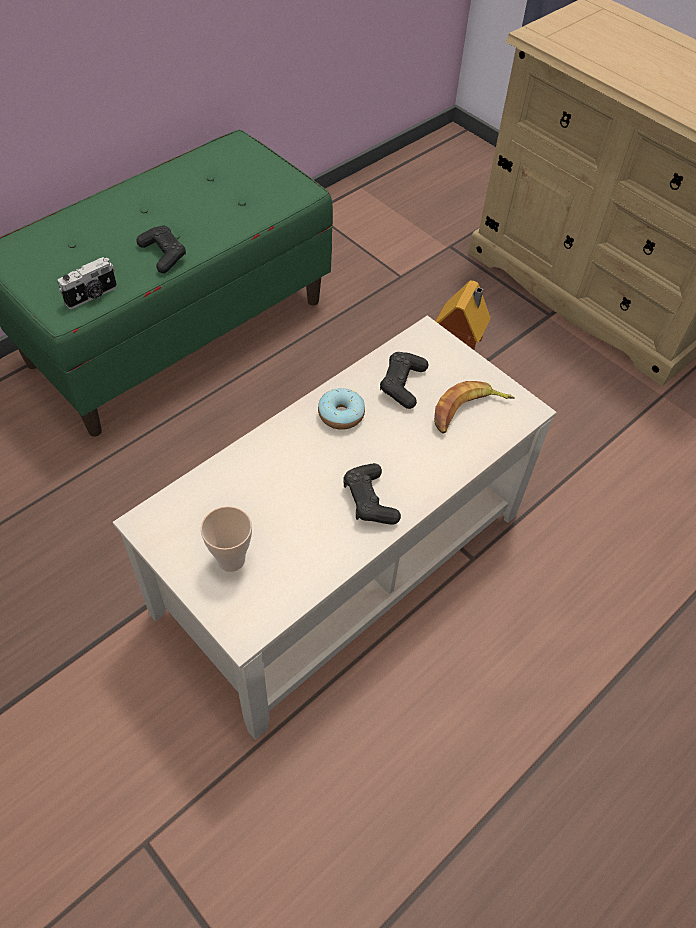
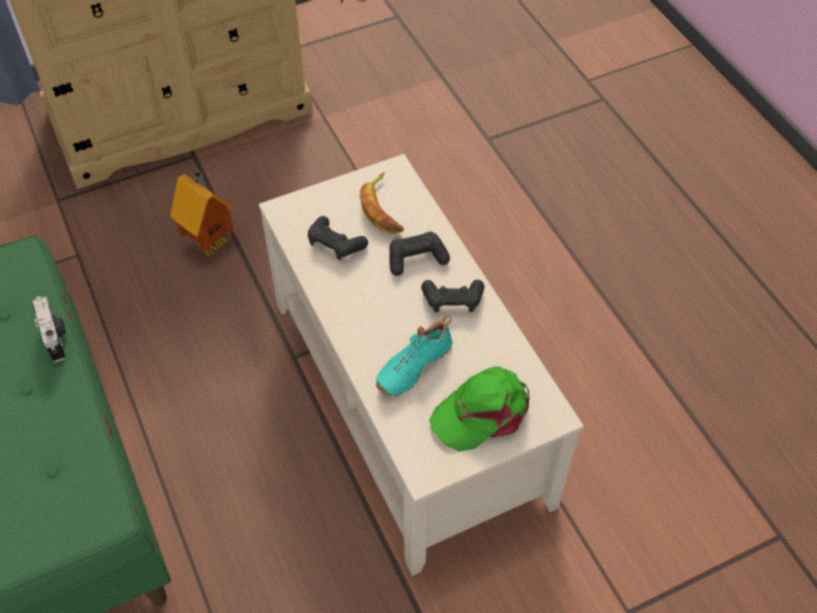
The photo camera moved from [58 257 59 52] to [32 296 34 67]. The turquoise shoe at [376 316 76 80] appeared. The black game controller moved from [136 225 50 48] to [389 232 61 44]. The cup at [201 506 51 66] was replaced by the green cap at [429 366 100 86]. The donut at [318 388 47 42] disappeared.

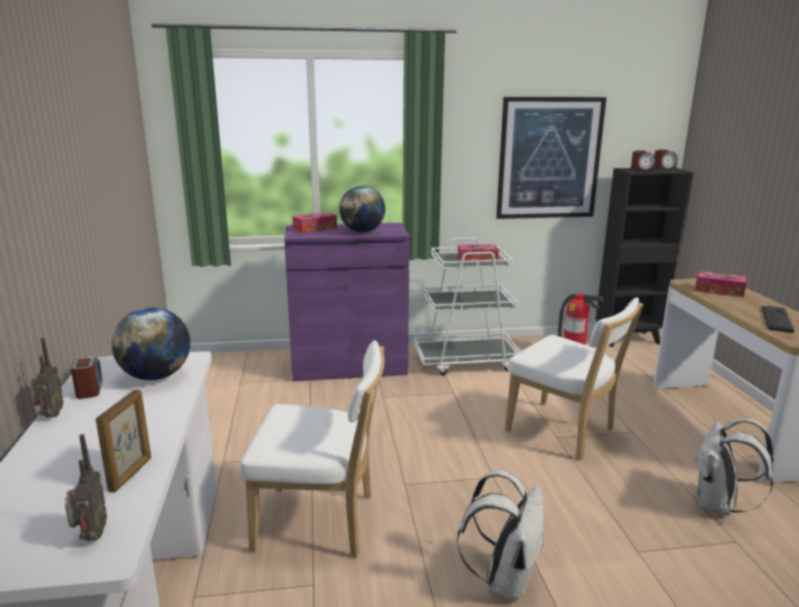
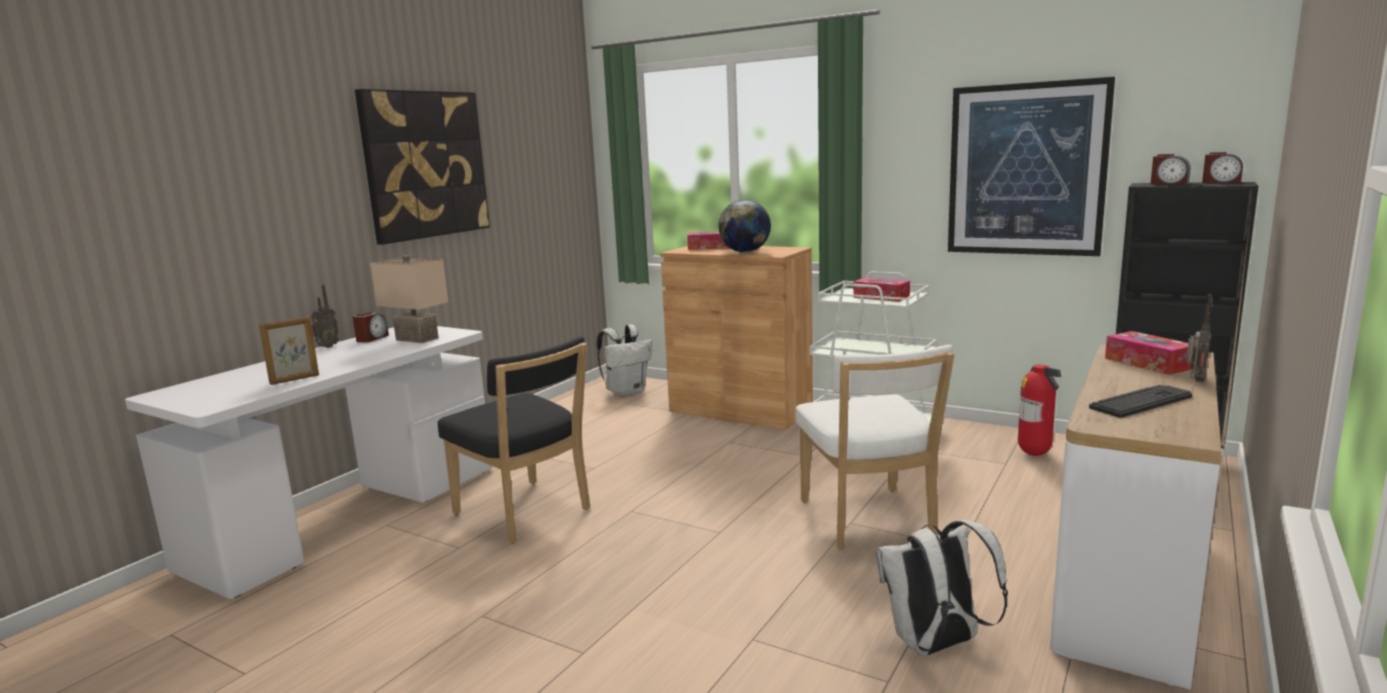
The picture at [355 89 135 156] appeared. The globe at [112 307 78 73] was replaced by the beige table lamp at [370 255 78 88]. The white chair at [240 340 145 218] became the black chair at [438 336 152 207]. The white backpack moved from [457 470 87 130] to [597 324 56 72]. The purple cabinet at [284 223 126 158] became the brown cabinet at [660 246 153 184]. The radio moved from [65 434 42 107] to [1186 294 26 88].

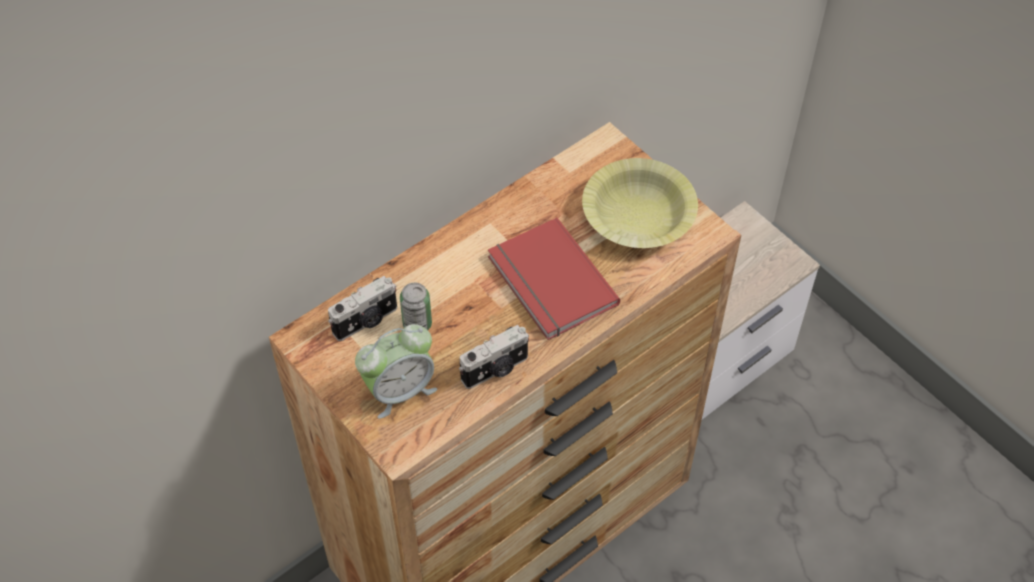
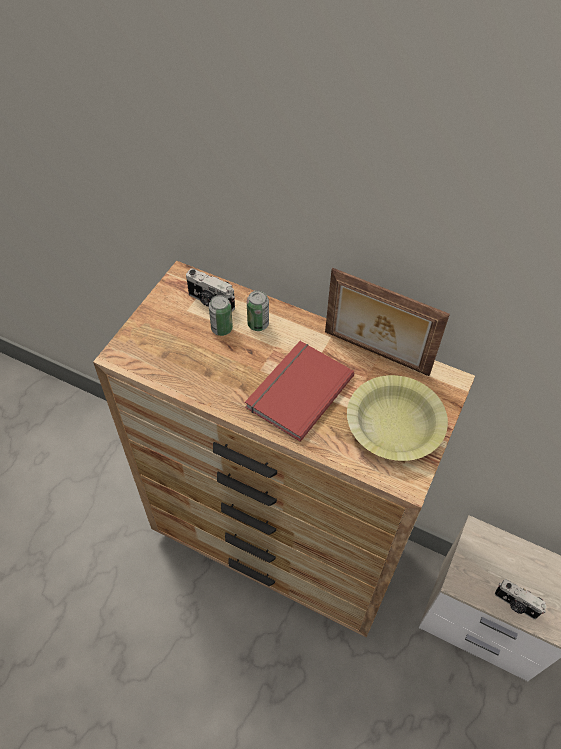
The can at [247 290 22 41] appeared. The picture frame at [325 268 125 108] appeared. The photo camera moved from [459 325 70 64] to [495 579 52 40]. The alarm clock at [355 324 82 95] disappeared.

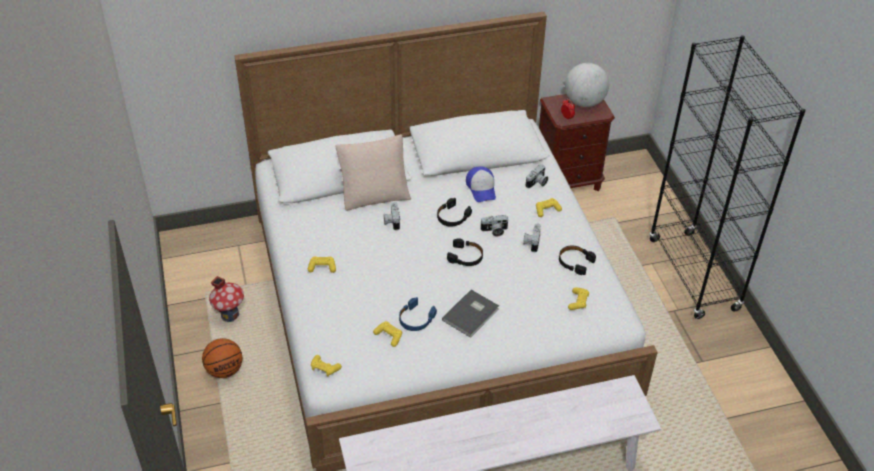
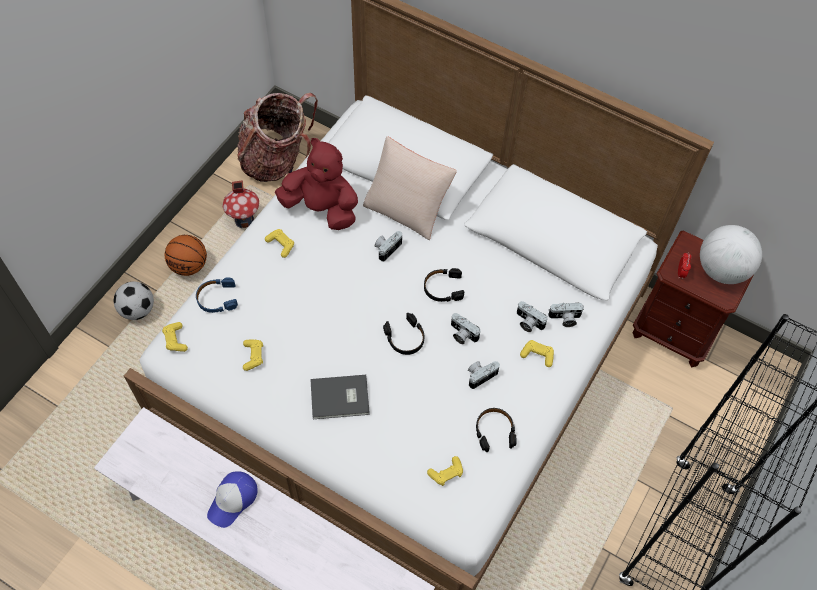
The football at [114 281 40 39] appeared. The blue headphones moved from [399 297 38 34] to [196 278 42 35]. The cap moved from [466 166 30 36] to [207 471 51 57]. The backpack at [237 93 81 89] appeared. The red plush toy at [275 138 83 92] appeared. The photo camera at [517 301 31 31] appeared.

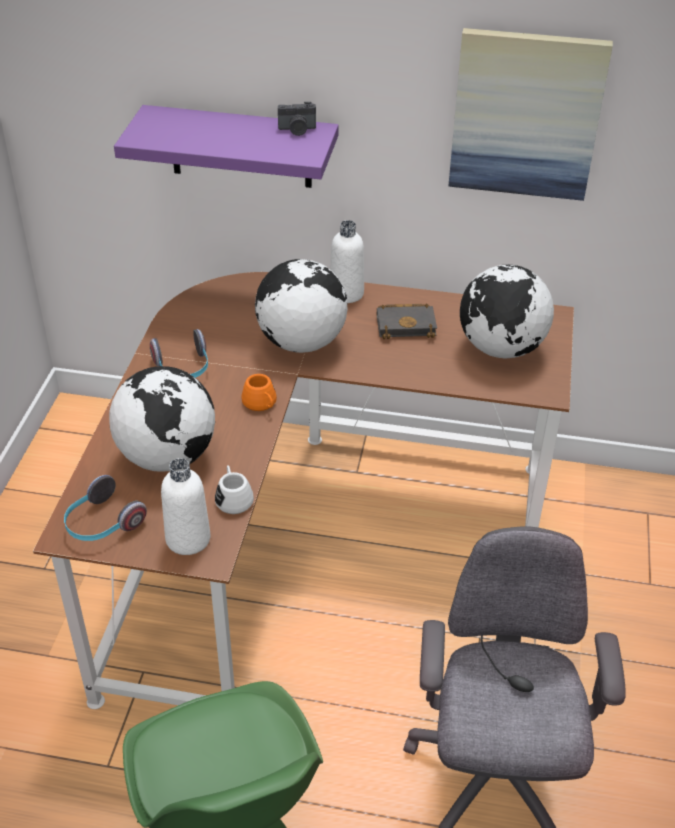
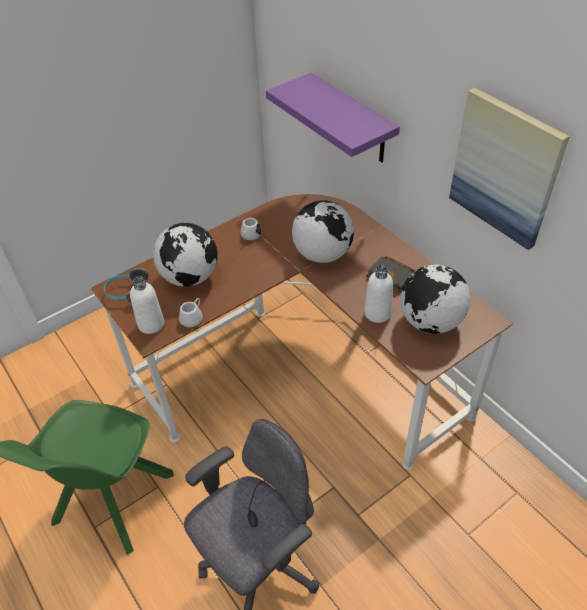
The headphones at [150 329 58 49] was replaced by the white mug at [241 218 21 22]. The white bottle moved from [330 220 34 83] to [364 265 29 58]. The orange mug at [241 374 36 37] disappeared. The photo camera at [278 102 38 34] disappeared.

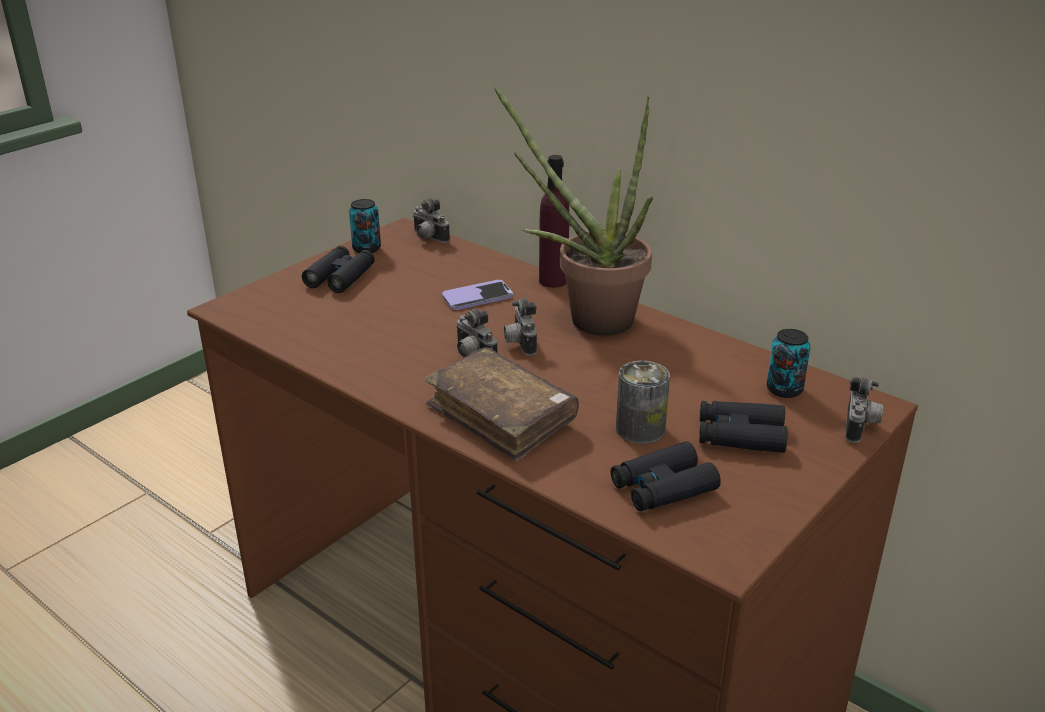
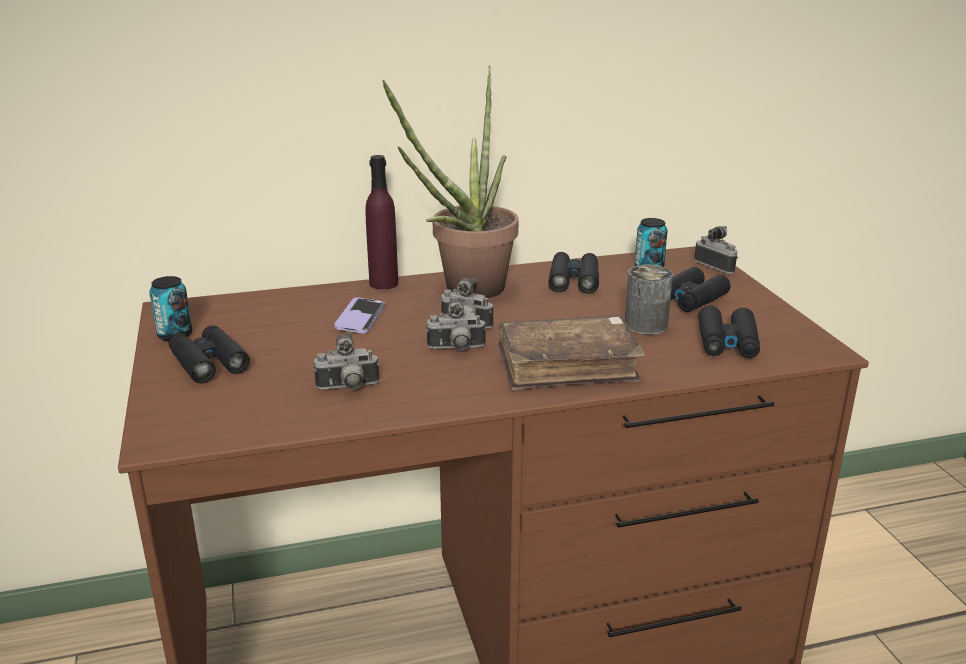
The photo camera moved from [413 198 37 45] to [314 333 66 57]. The black binoculars at [548 252 51 42] appeared.

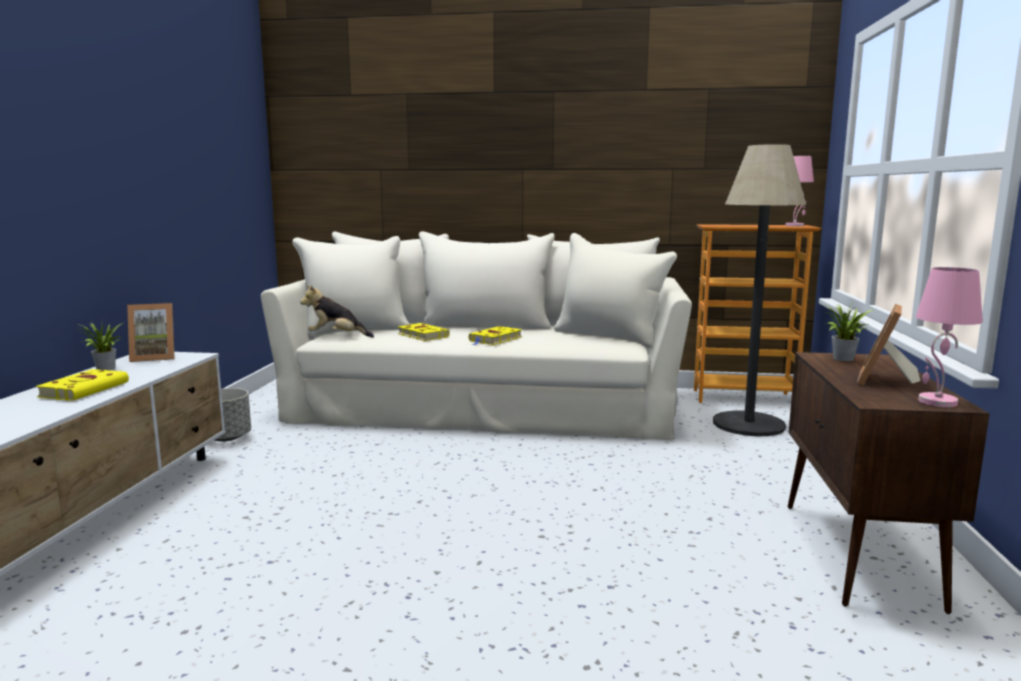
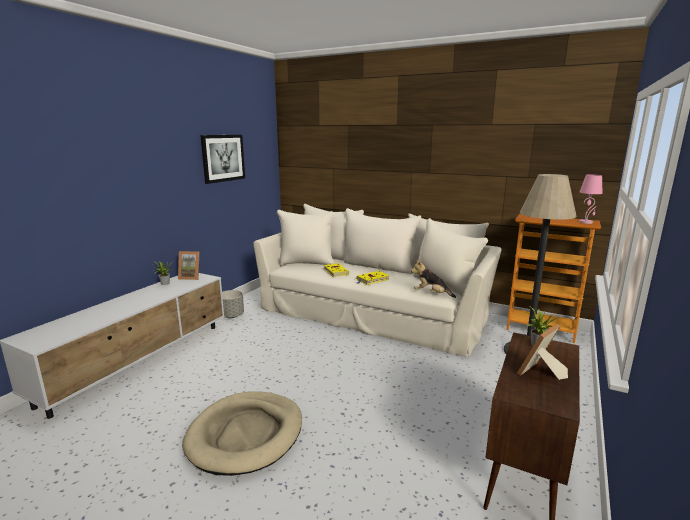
The beige dog bed at [182 391 120 85] appeared. The picture at [200 135 45 49] appeared. The plush toy moved from [300 285 74 52] to [411 260 45 38]. The yellow book at [36 369 93 32] disappeared. The pink table lamp at [916 267 67 140] disappeared.

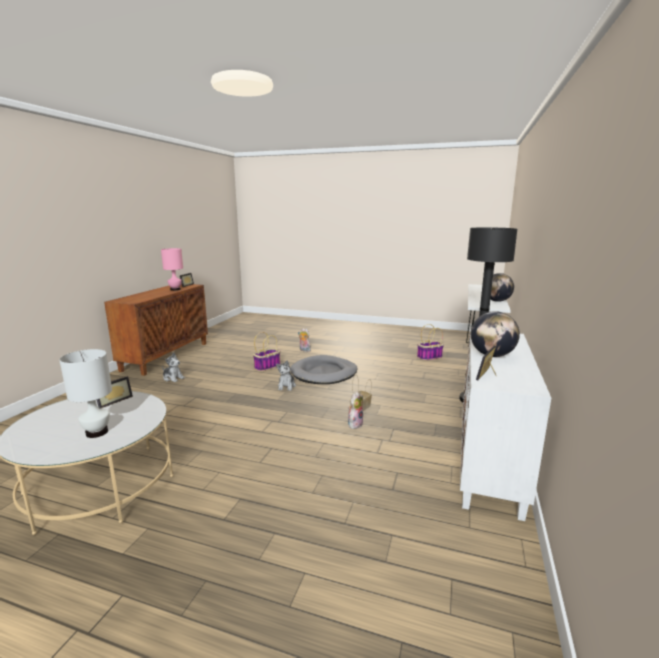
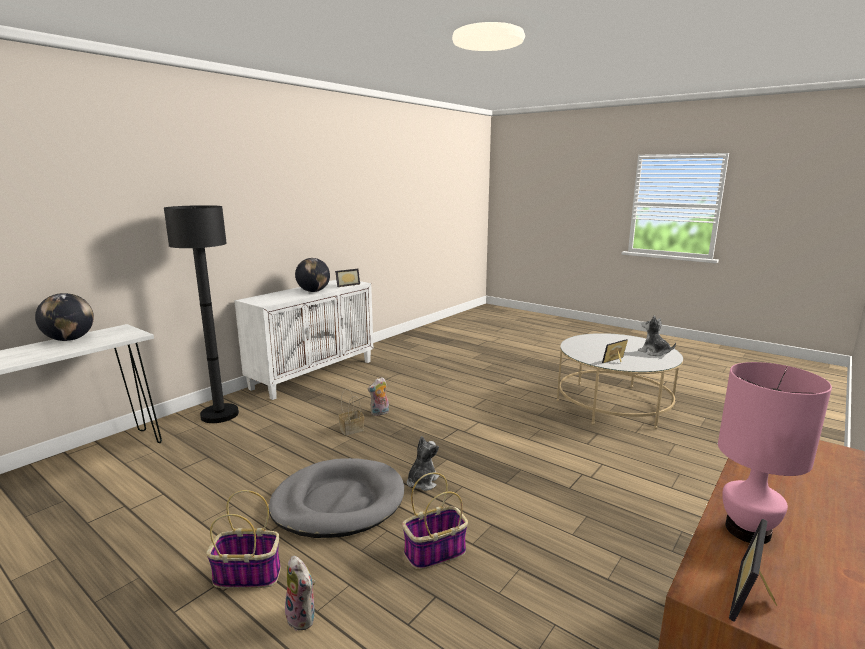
The basket moved from [417 324 27 36] to [206 490 75 98]. The plush toy moved from [162 352 23 30] to [638 315 38 41]. The white table lamp at [59 349 53 89] disappeared.

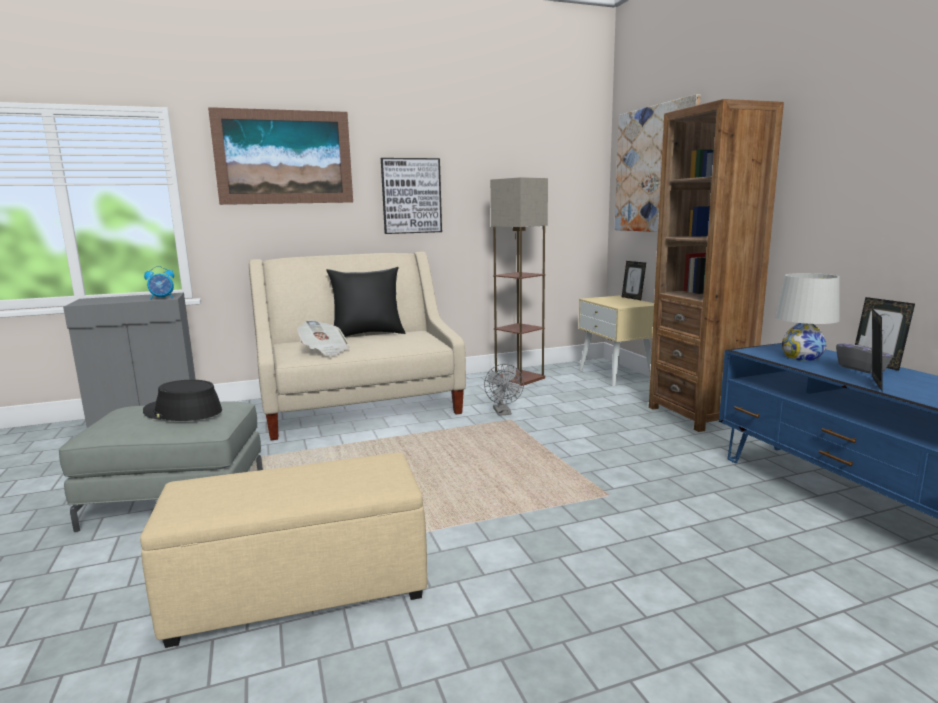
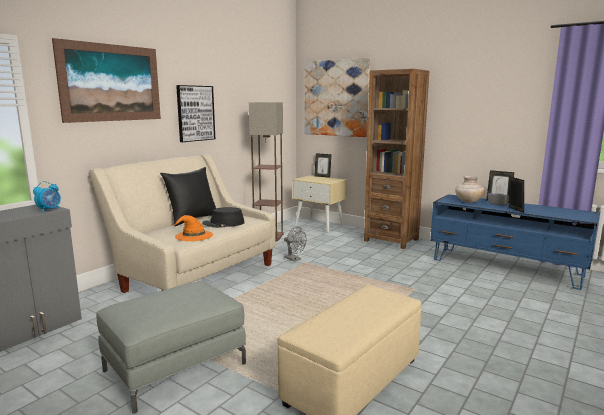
The newspaper at [297 320 53 37] was replaced by the orange hat at [174 215 39 26]. The black hat moved from [143 380 79 41] to [202 207 43 21]. The white table lamp at [775 273 65 88] was replaced by the beige vase at [455 176 30 27].

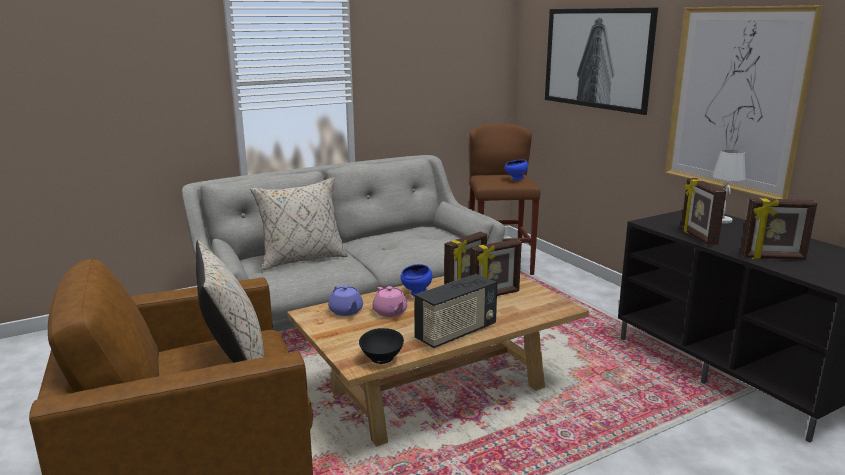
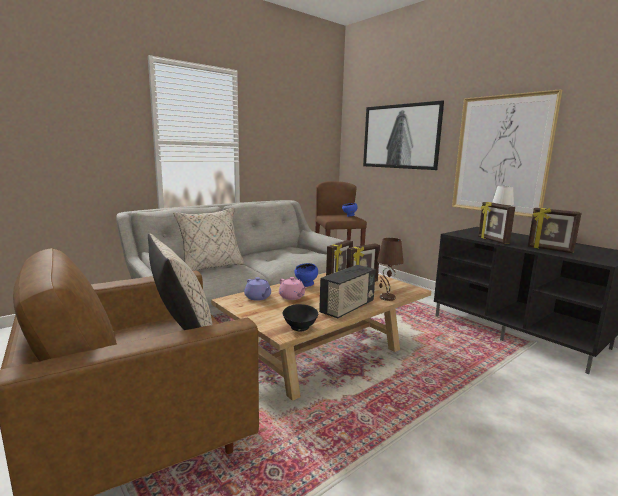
The brown table lamp at [377 238 27 63] appeared. The picture frame at [741 198 76 62] turned 45 degrees clockwise.

